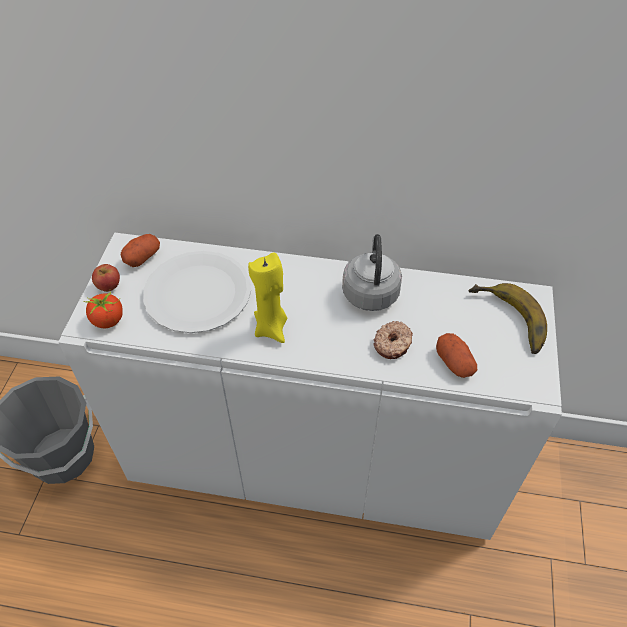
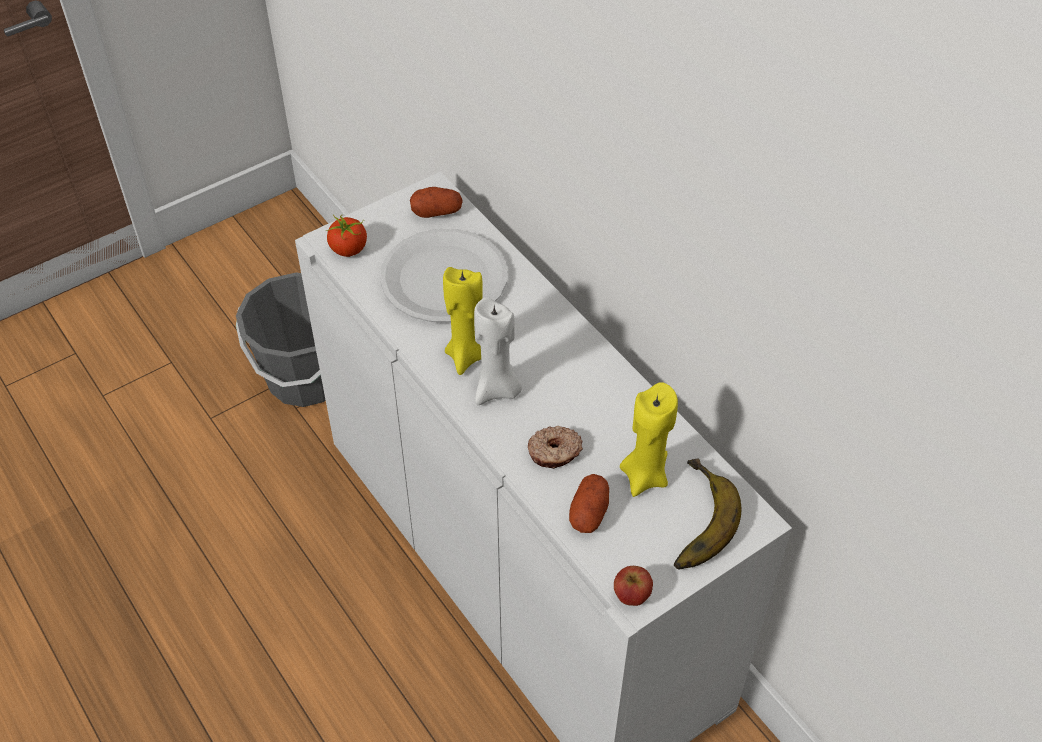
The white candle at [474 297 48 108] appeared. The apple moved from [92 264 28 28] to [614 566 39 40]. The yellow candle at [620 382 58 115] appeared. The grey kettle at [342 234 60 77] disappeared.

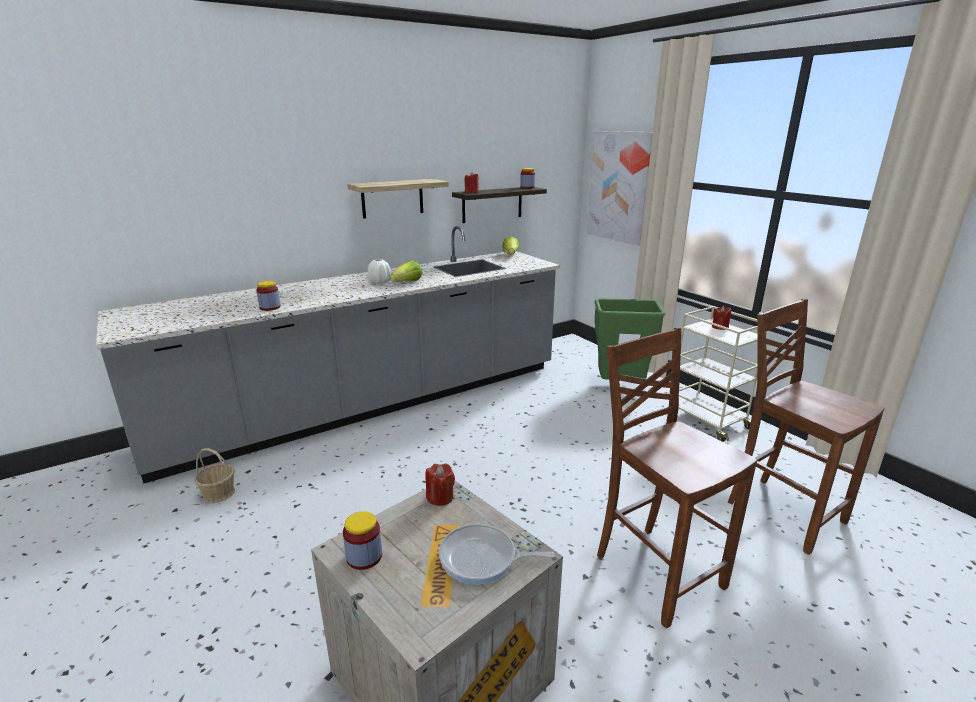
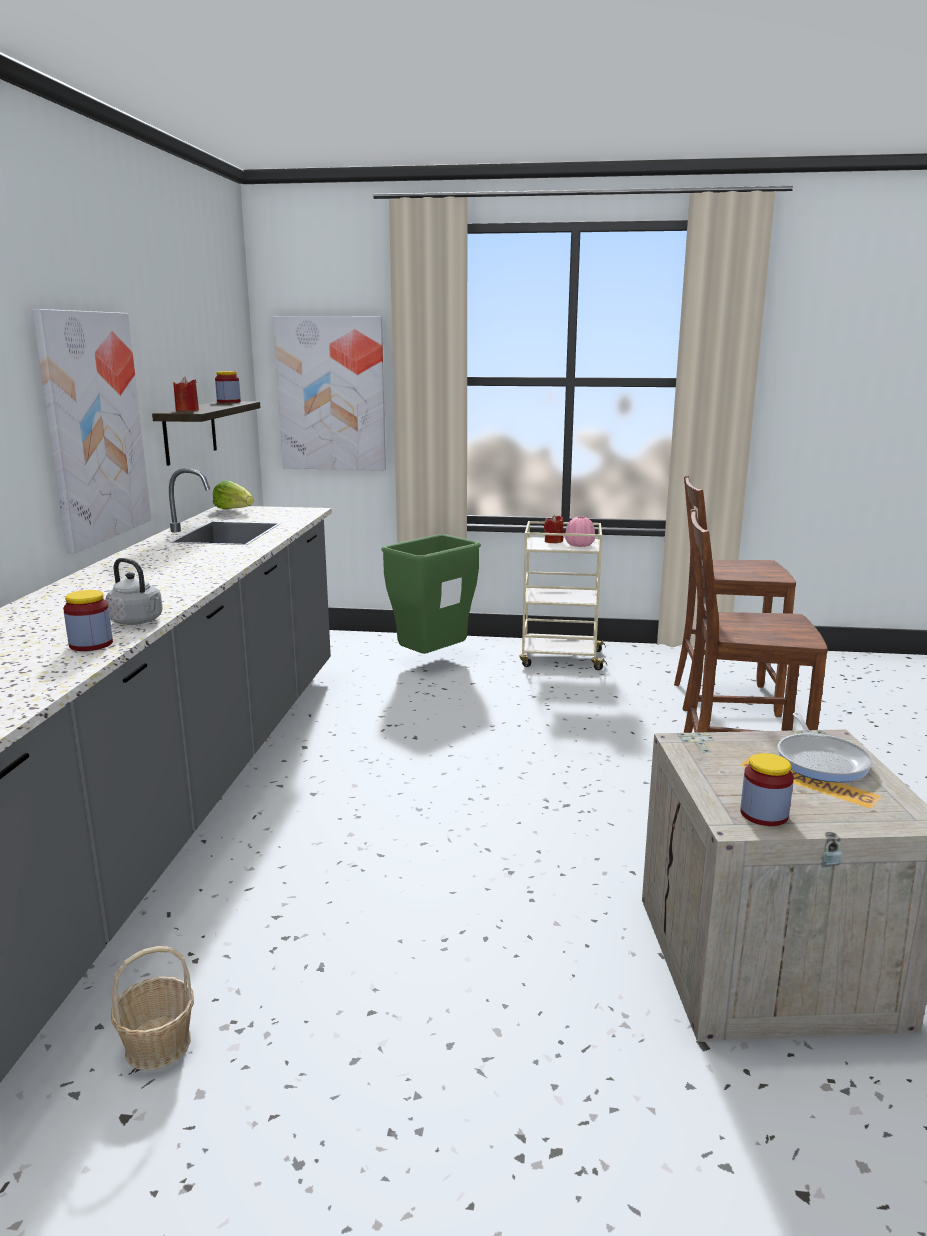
The shelf at [347 179 102 40] was replaced by the picture at [32 309 119 245]. The grey kettle at [105 558 58 67] appeared. The pink vase at [565 516 30 31] appeared. The frying pan at [439 524 116 60] turned 45 degrees counterclockwise. The white vase at [367 259 24 25] disappeared. The lettuce at [390 260 32 22] disappeared. The red candle at [425 464 30 42] disappeared.

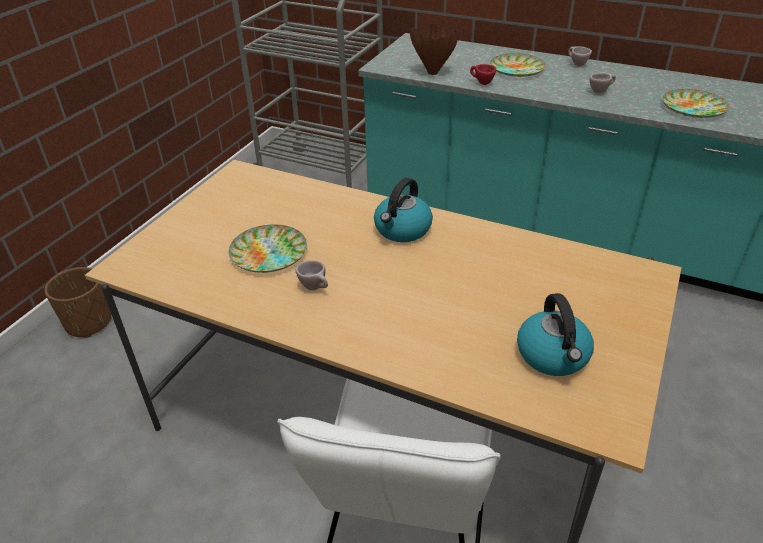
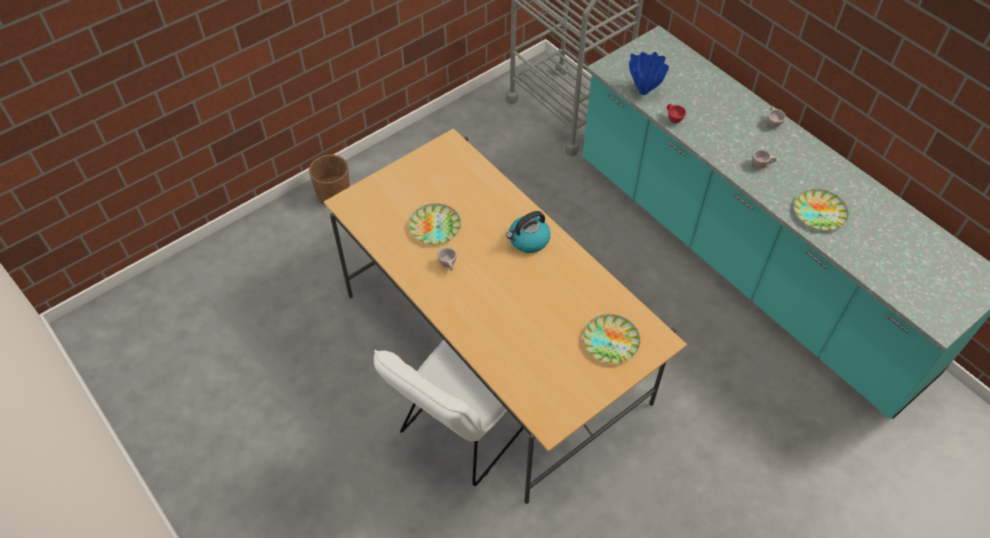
The plate moved from [490 53 56 24] to [583 314 57 49]. The brown vase at [409 23 50 52] became the blue vase at [629 52 40 43]. The kettle at [517 293 77 83] disappeared.

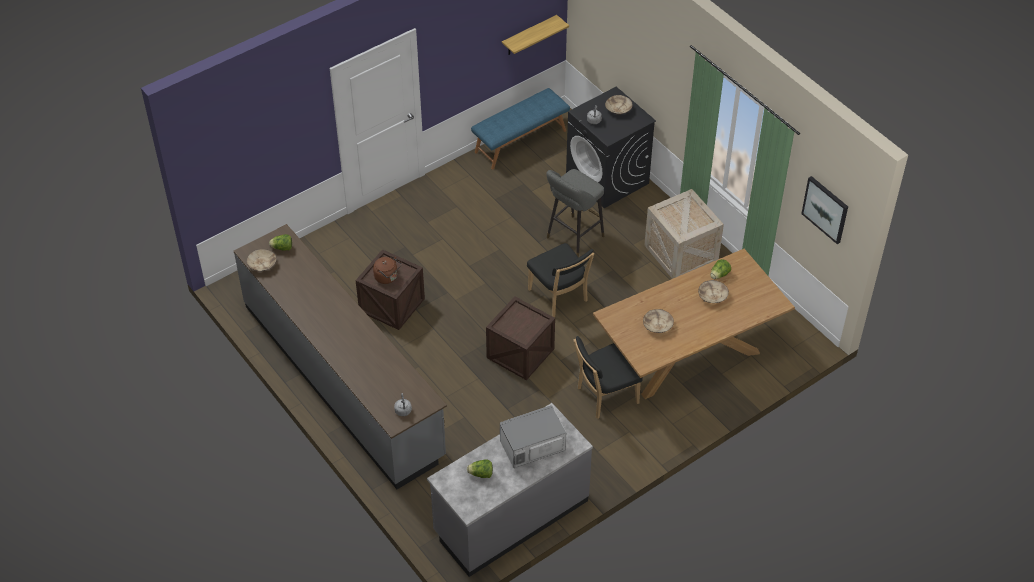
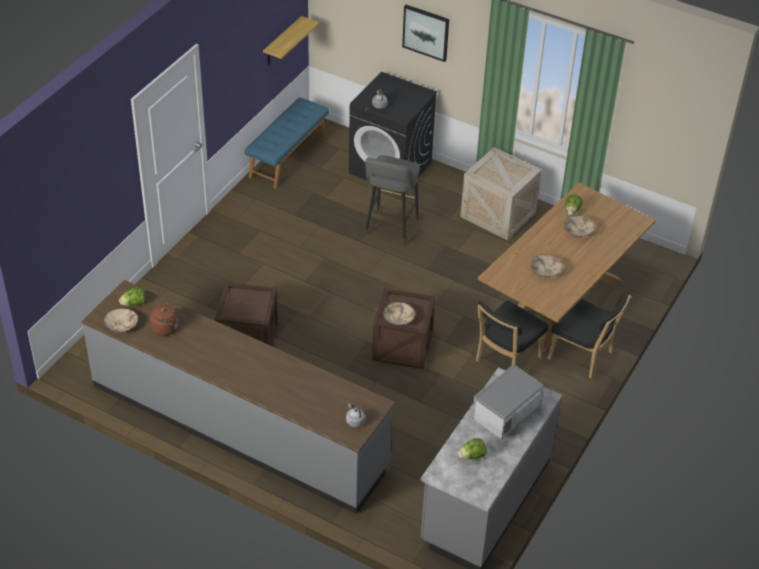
The brown kettle moved from [373 256 29 28] to [150 302 32 33]. The beige bowl moved from [605 95 28 20] to [383 302 32 23]. The picture moved from [801 176 47 68] to [402 5 47 57]. The black chair moved from [527 243 67 74] to [548 291 83 88].

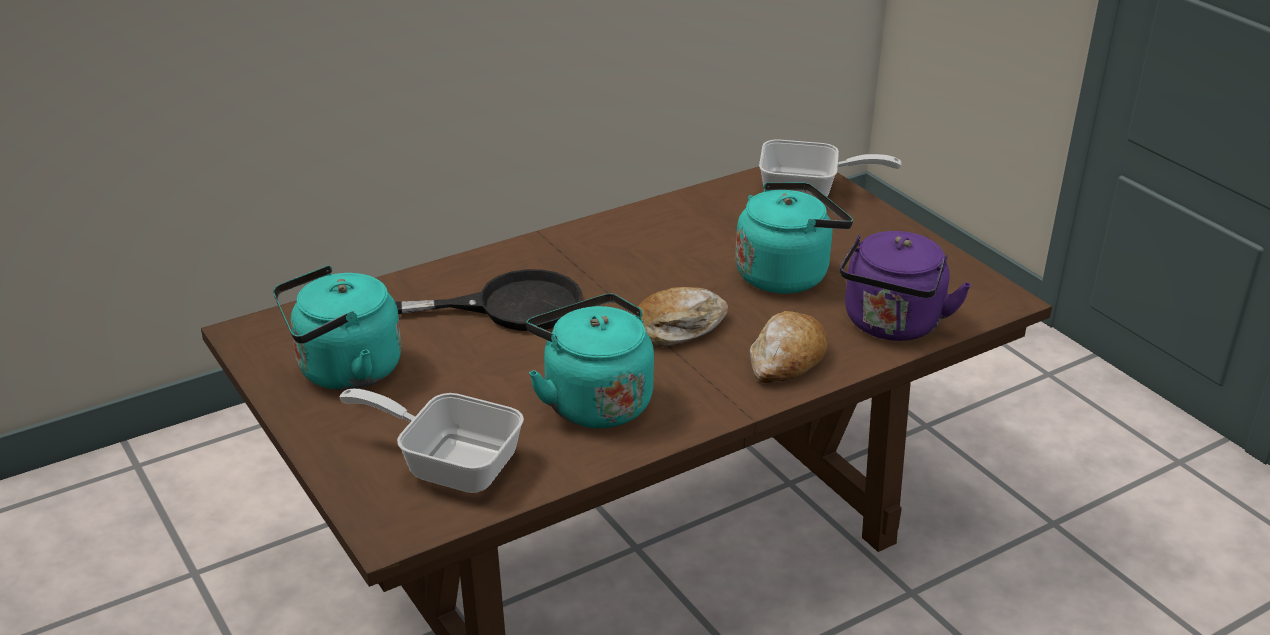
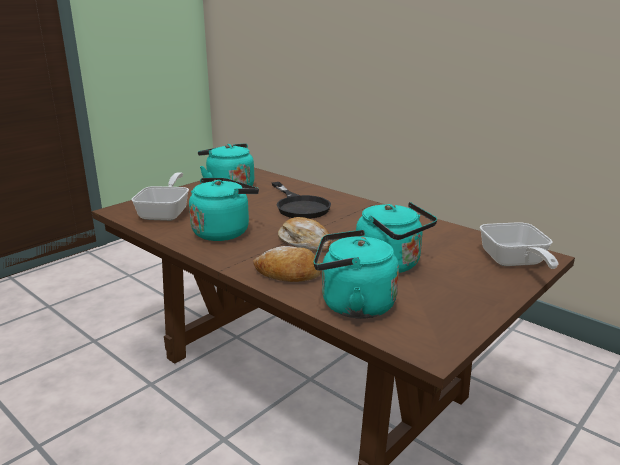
The purple kettle at [840 231 132 110] became the turquoise kettle at [314 230 85 89].

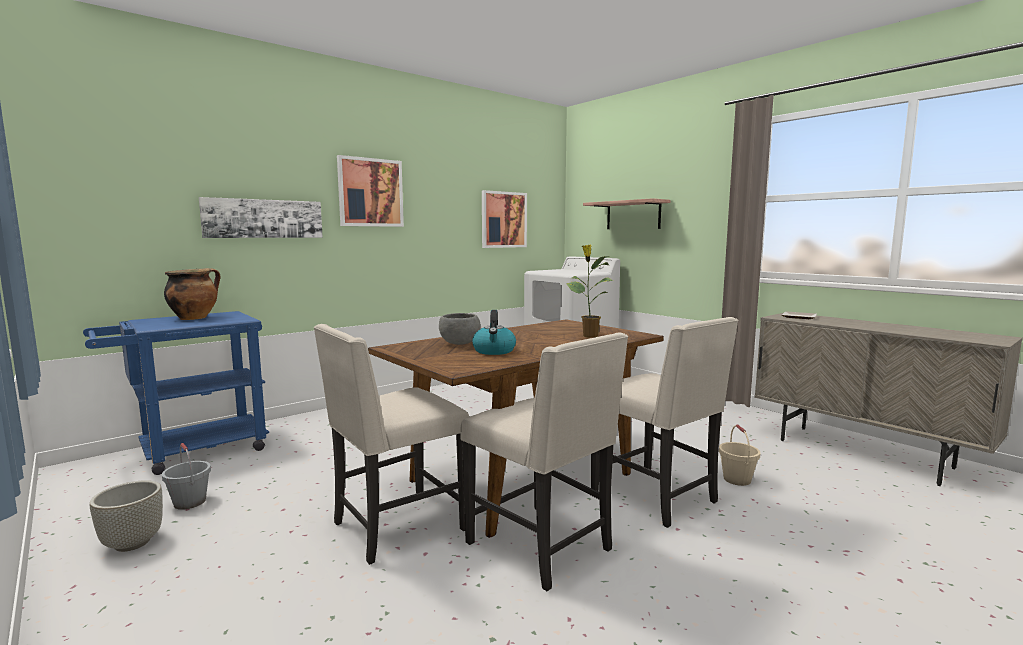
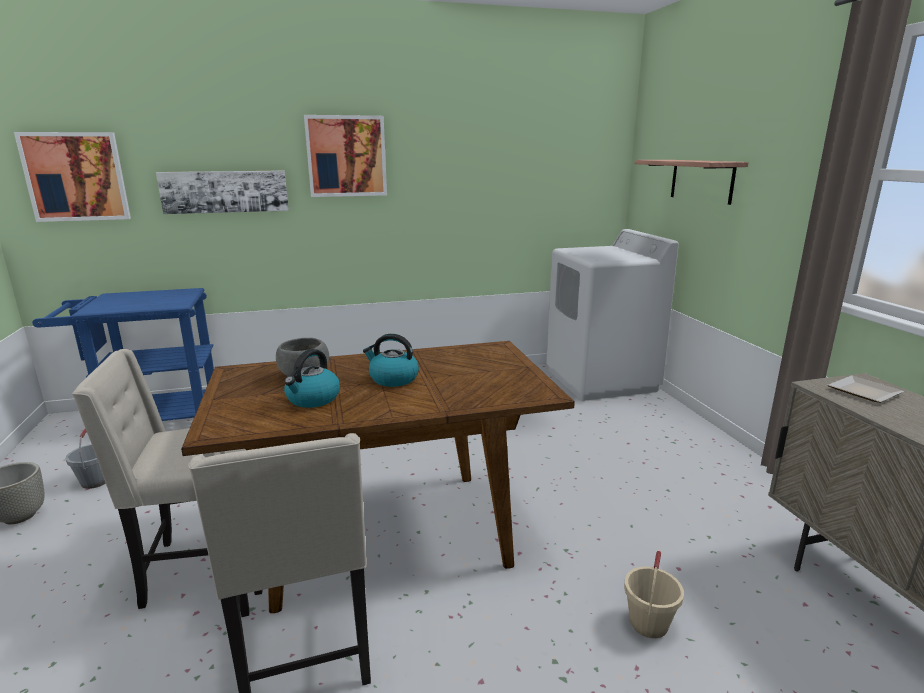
The picture moved from [482 190 45 58] to [14 132 117 90]. The kettle at [363 334 56 53] appeared. The cooking pot at [164 268 56 52] disappeared. The potted plant at [566 245 47 93] disappeared. The beige chair at [591 317 147 211] disappeared.

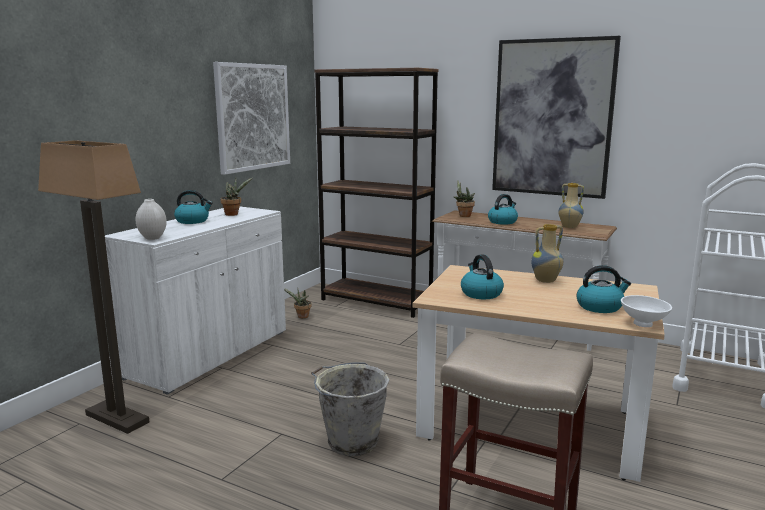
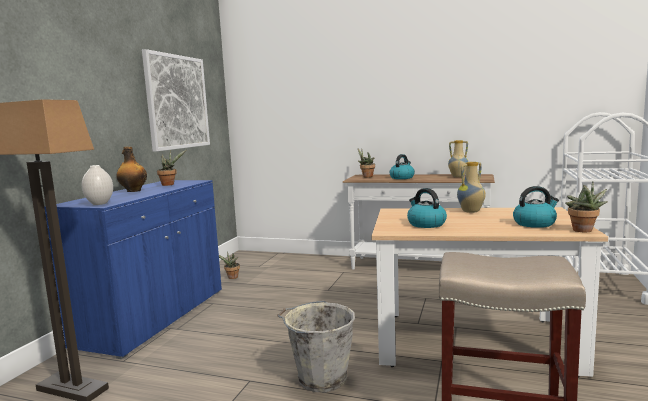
The white cabinet at [105 207 181 188] became the blue cabinet at [44 180 178 179]. The kettle at [174 190 39 34] was replaced by the bottle at [116 147 31 45]. The white bowl at [621 295 51 32] was replaced by the potted plant at [565 182 43 50]. The brown bookcase at [314 68 124 250] disappeared. The picture at [492 36 129 163] disappeared.

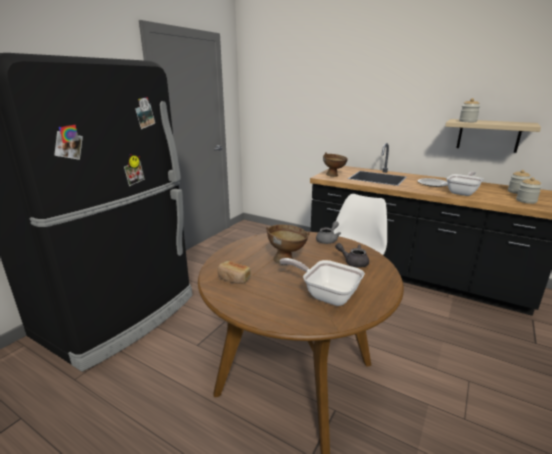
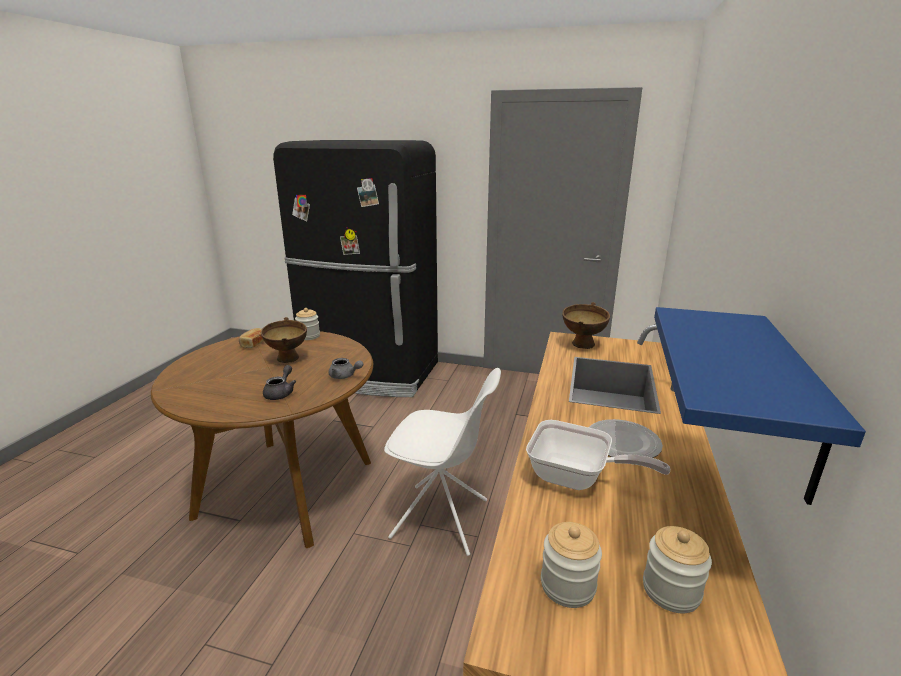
The jar moved from [459 98 21 24] to [295 308 25 32]. The beige shelf at [445 119 96 34] became the blue shelf at [654 307 212 198]. The frying pan at [280 258 85 48] disappeared.

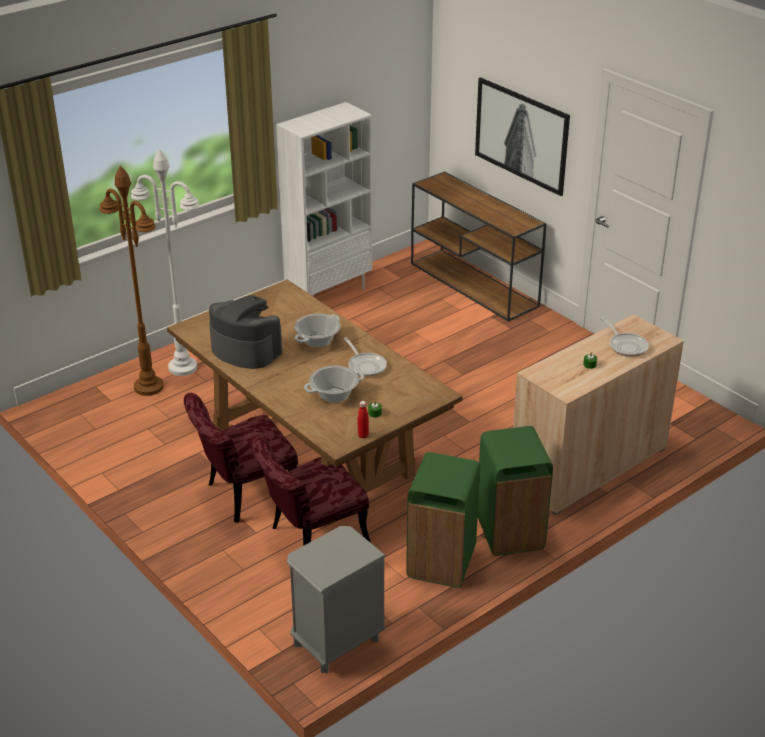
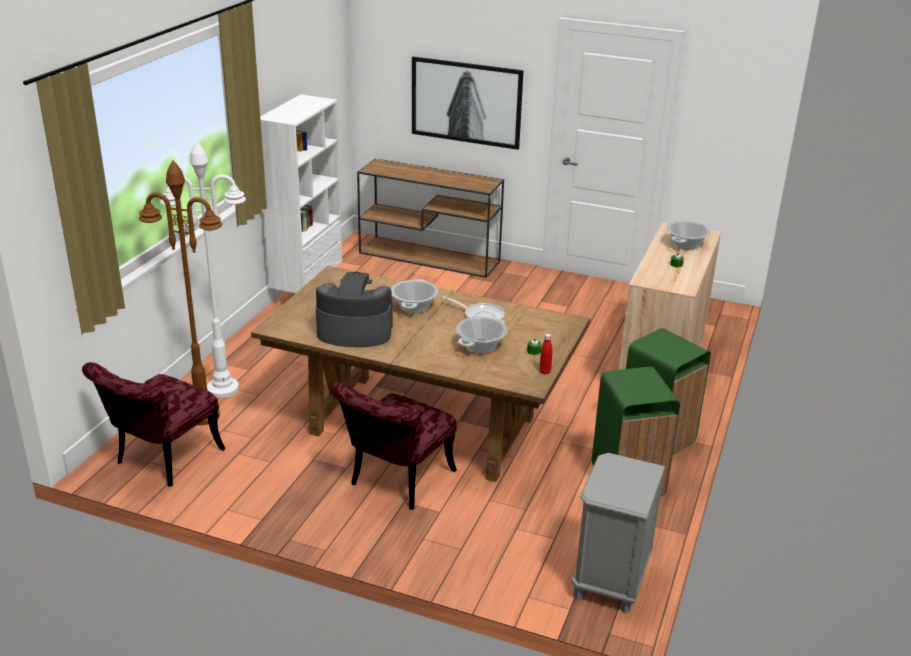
The red chair moved from [249 434 122 112] to [82 362 144 124]. The frying pan at [602 317 47 40] was replaced by the cooking pot at [666 220 45 30].

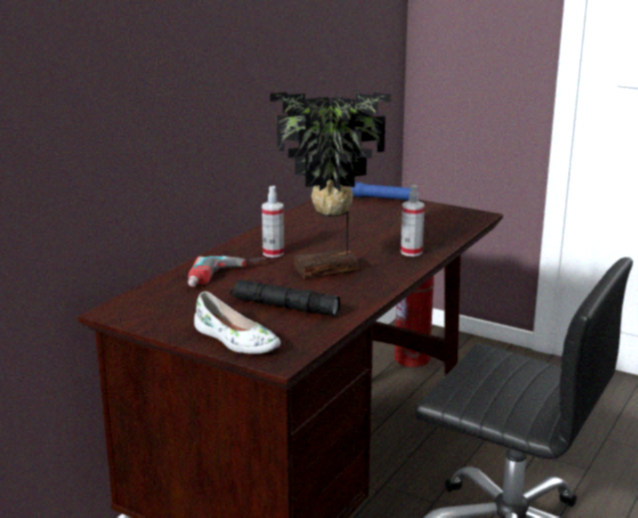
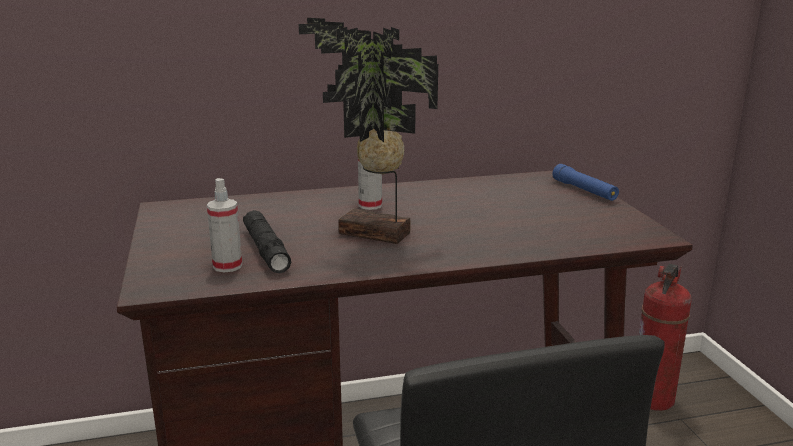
The spray bottle moved from [401 185 24 71] to [207 178 35 95]. The power drill at [188 256 79 31] disappeared. The white shoe at [194 291 87 63] disappeared.

